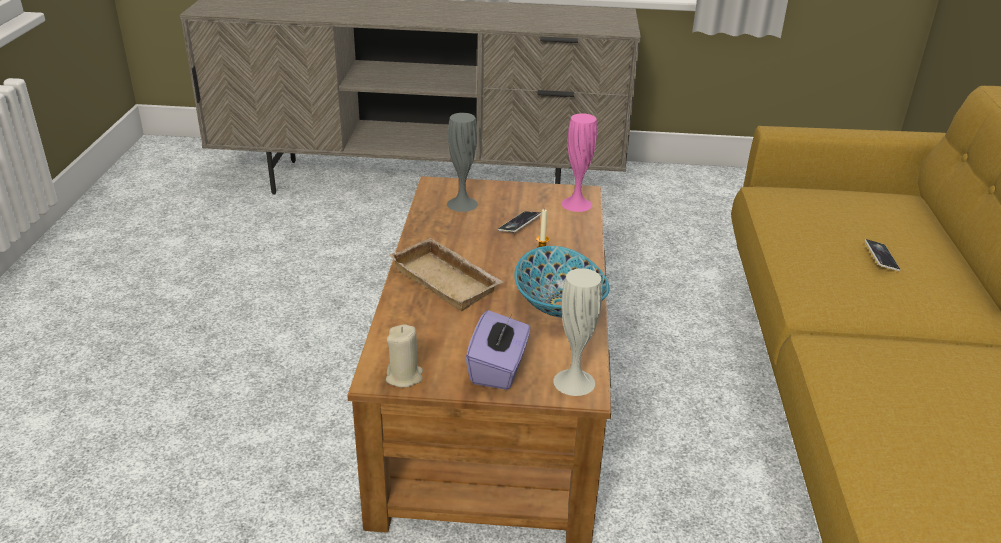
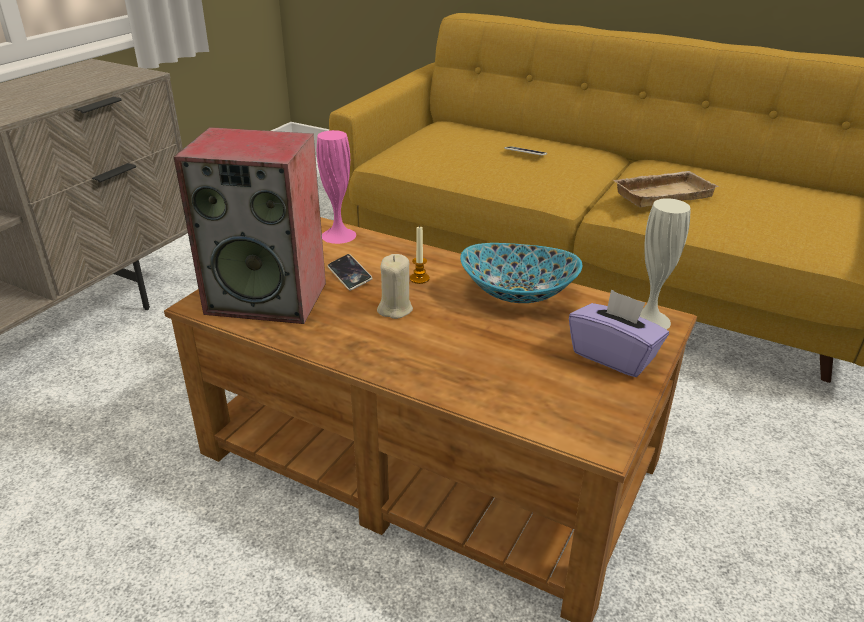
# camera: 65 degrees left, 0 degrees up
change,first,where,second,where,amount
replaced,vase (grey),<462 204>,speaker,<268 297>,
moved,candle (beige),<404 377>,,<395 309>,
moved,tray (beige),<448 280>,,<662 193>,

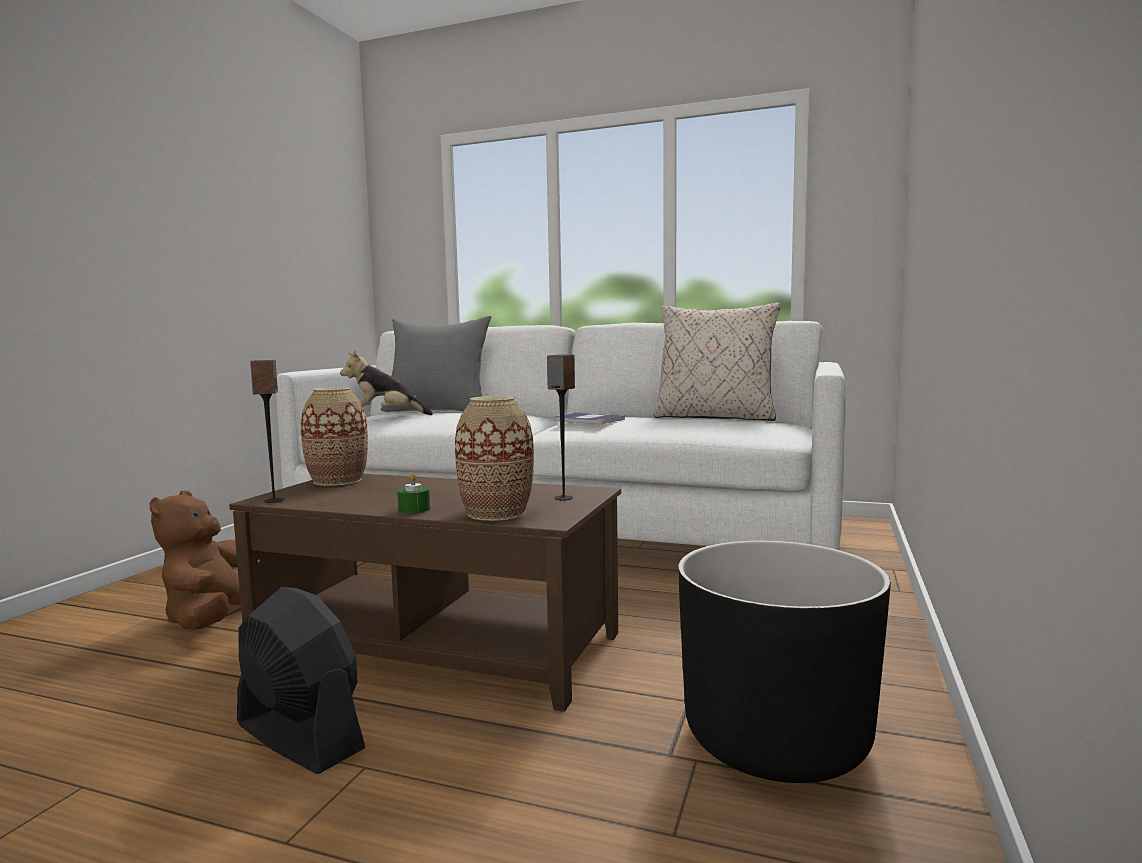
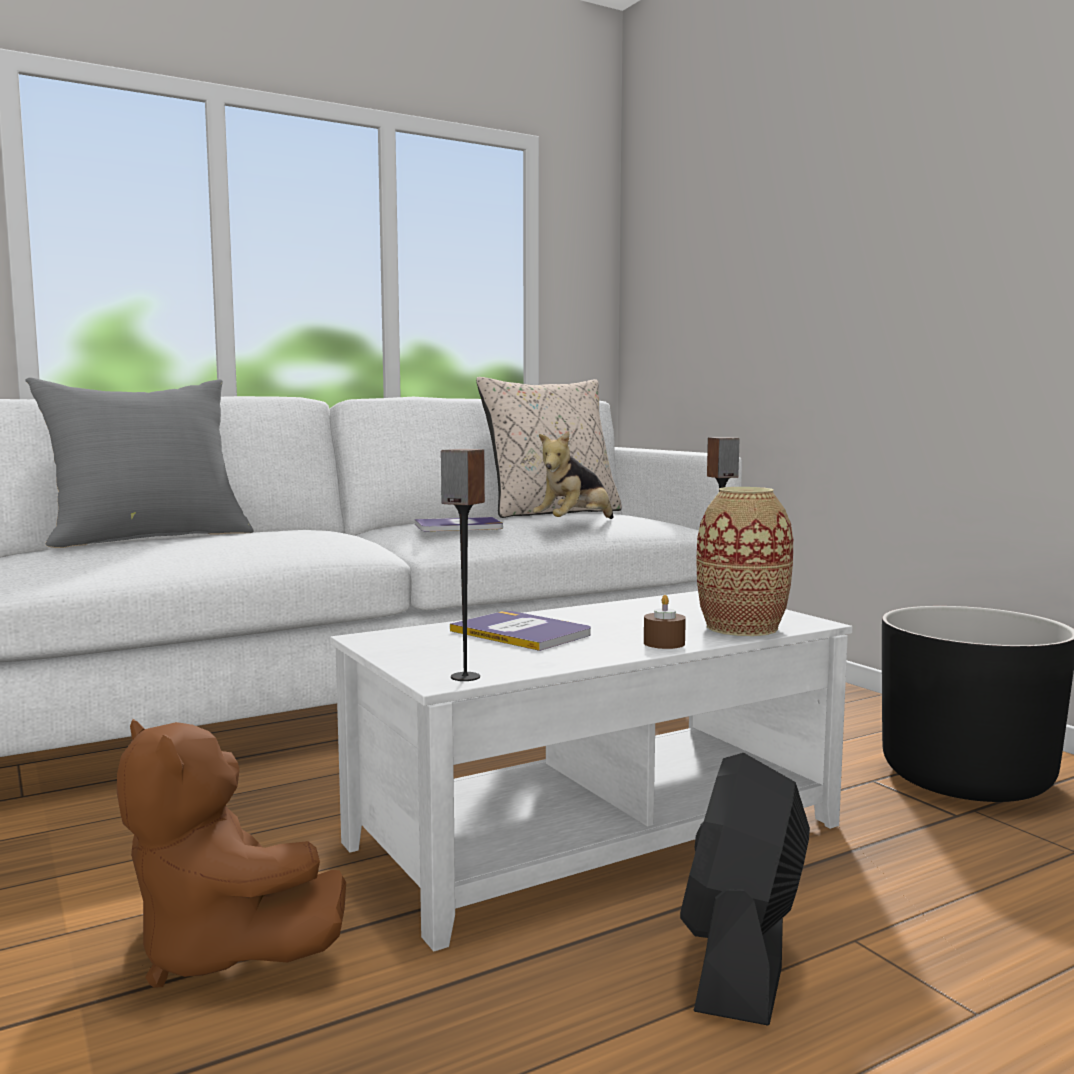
# camera: 50 degrees left, 0 degrees up
change,first,where,second,where,amount
recoloured,coffee table (brown),<439 643>,coffee table (white),<594 832>,
added,,,book,<522 632>,
moved,plush toy,<386 416>,,<575 524>,
recoloured,candle (green),<414 509>,candle (brown),<664 643>,
turned,fan (black),<299 736>,,<741 961>,60 degrees counterclockwise
removed,vase,<337 481>,,,

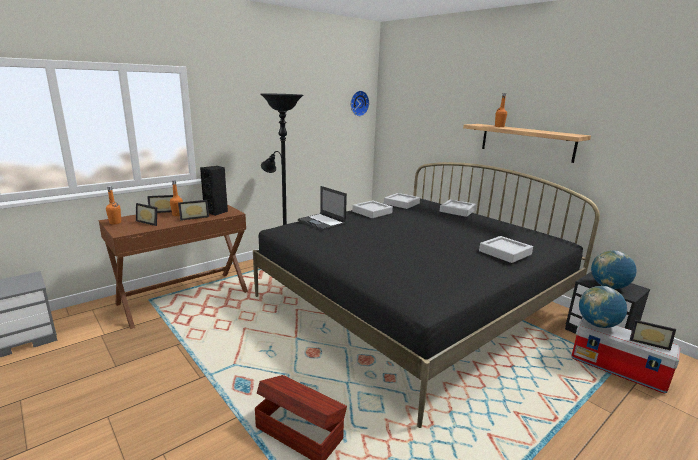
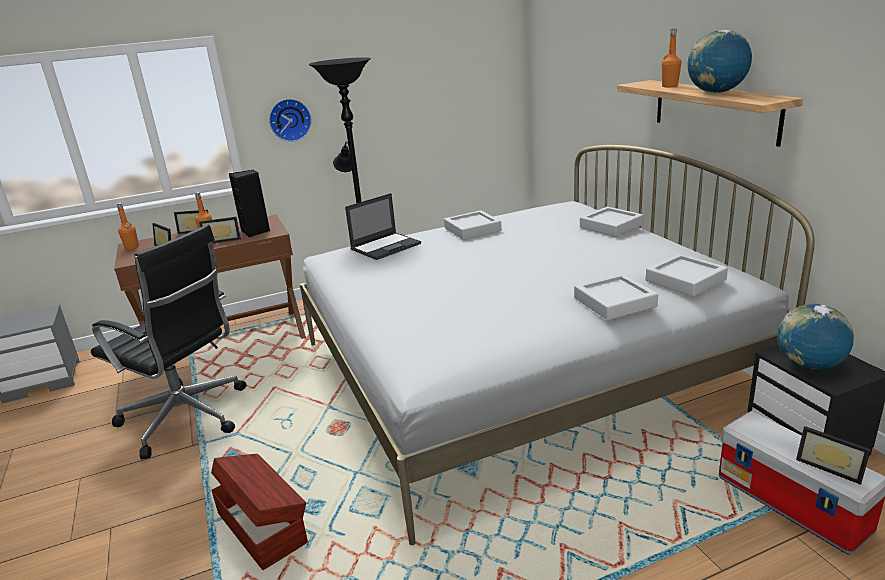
# camera: 20 degrees right, 5 degrees up
change,first,where,second,where,amount
added,,,office chair (black),<187 418>,
moved,wall clock,<358 103>,,<289 119>,
recoloured,bed (black),<413 305>,bed (white),<519 371>,
turned,laptop,<322 222>,,<386 246>,105 degrees counterclockwise
moved,tray (grey),<401 203>,,<685 280>,
moved,globe,<597 324>,,<716 92>,

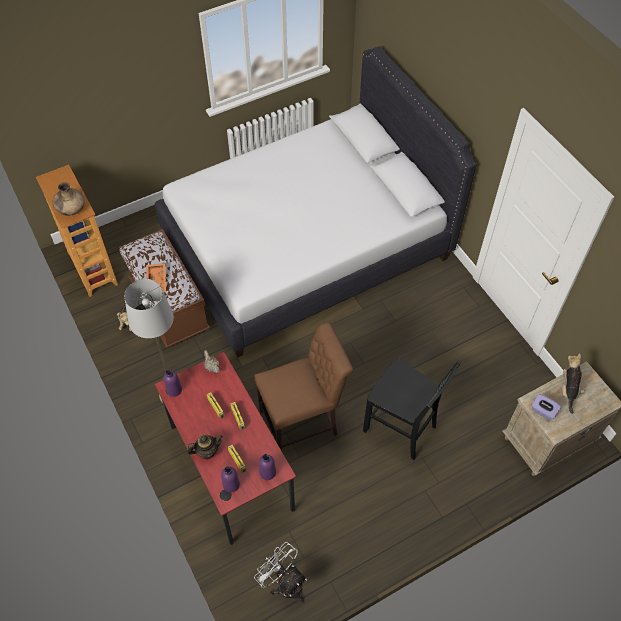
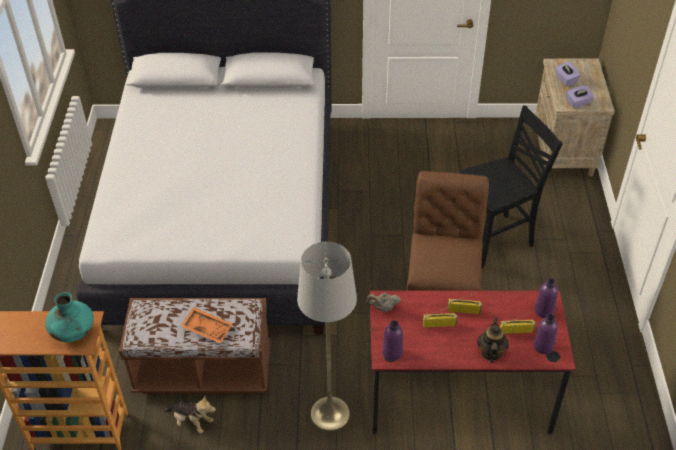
# camera: 60 degrees left, 10 degrees down
change,first,where,second,where,amount
recoloured,vase (brown),<71 210>,vase (turquoise),<73 333>,
replaced,plush toy,<568 389>,tissue box (purple),<565 80>,
removed,fan (white),<284 583>,,,

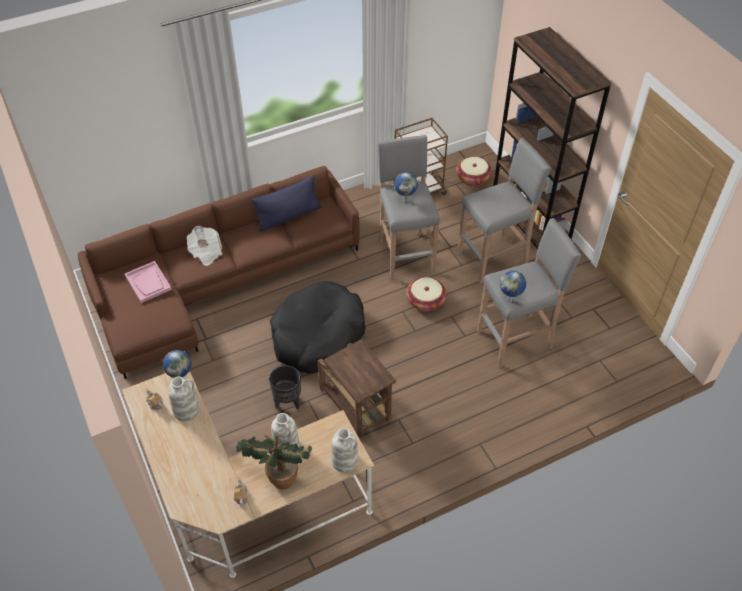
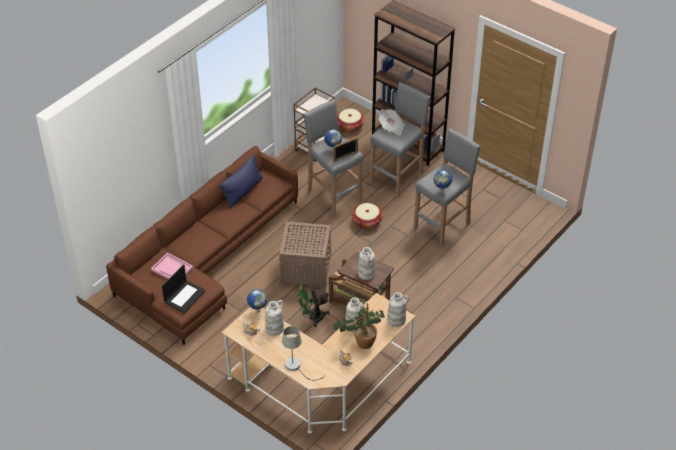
# camera: 25 degrees left, 5 degrees down
change,first,where,second,where,amount
added,,,laptop,<184 296>,
replaced,dog bed (black),<318 335>,side table (brown),<305 269>,
added,,,table lamp (grey),<296 367>,
replaced,planter (black),<288 402>,fan (green),<312 318>,
added,,,picture frame,<345 157>,
added,,,vase (white),<366 274>,
moved,newspaper,<206 252>,,<391 128>,

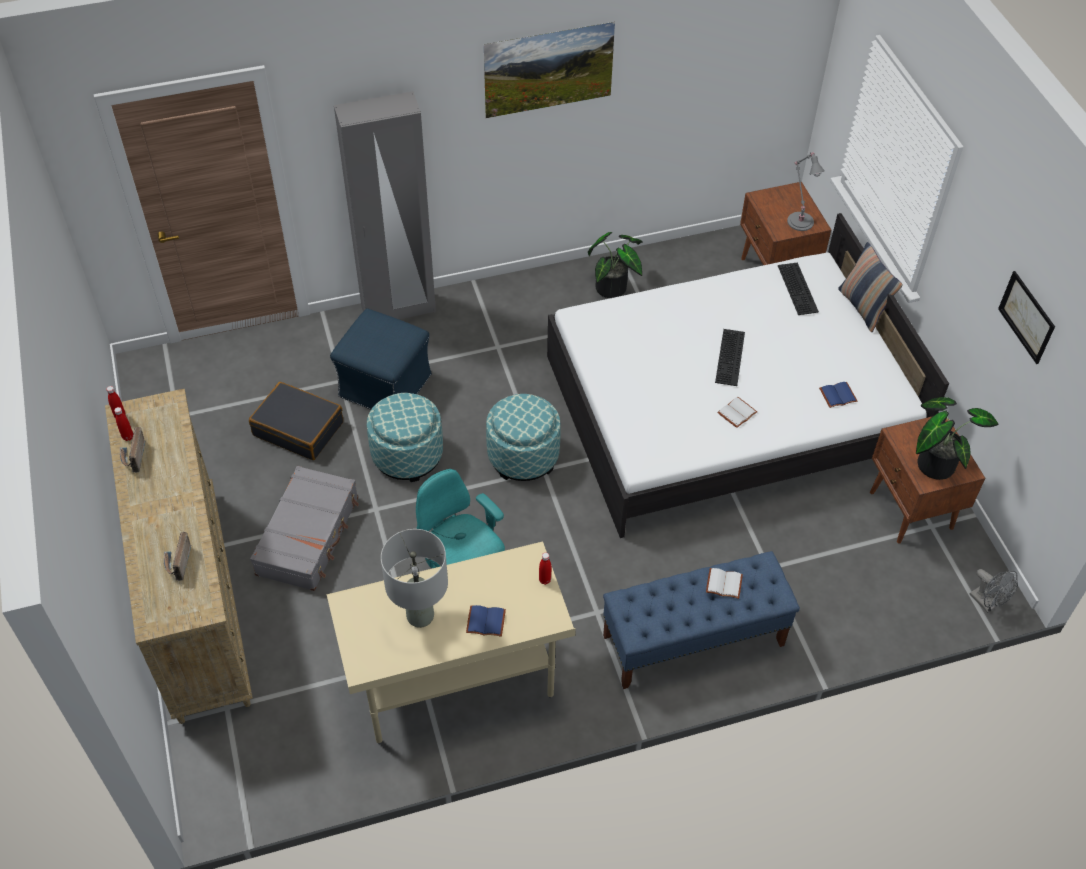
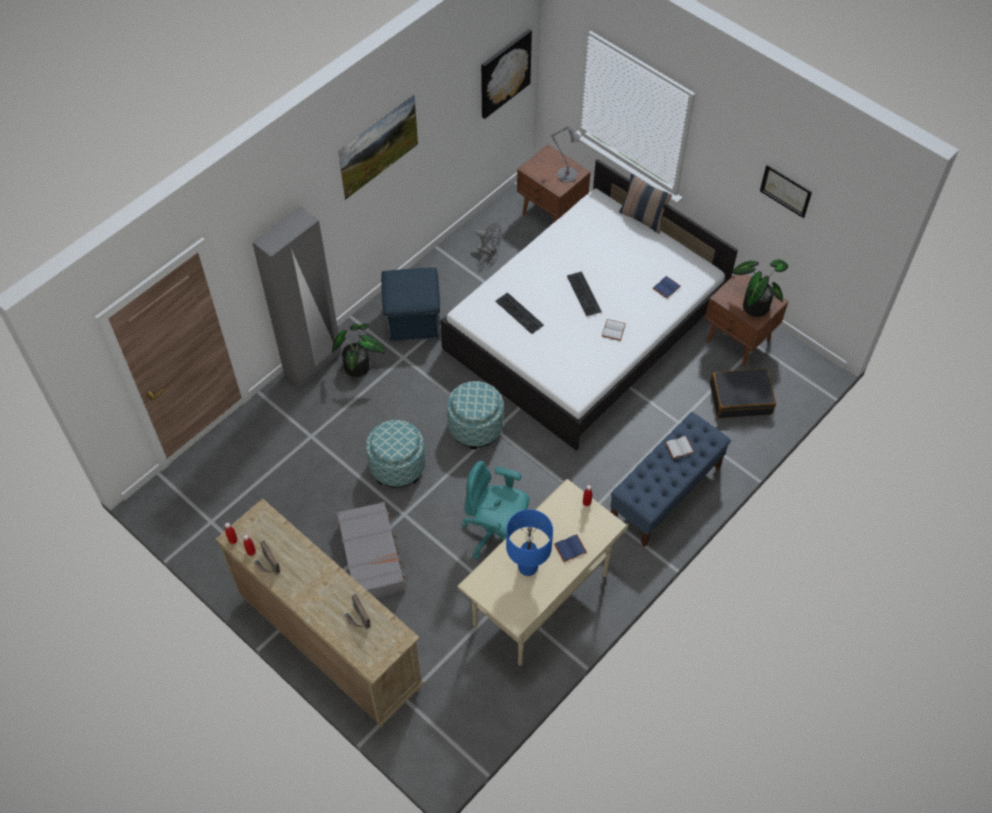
# camera: 30 degrees left, 5 degrees up
change,first,where,second,where,amount
moved,potted plant,<614 287>,,<359 365>,
moved,ottoman (blue),<384 385>,,<412 320>,
moved,fan (grey),<987 603>,,<489 249>,
added,,,picture,<504 73>,
moved,keyboard,<799 289>,,<520 313>,
recoloured,table lamp (grey),<419 616>,table lamp (blue),<527 567>,
moved,suitcase (black),<298 428>,,<740 398>,

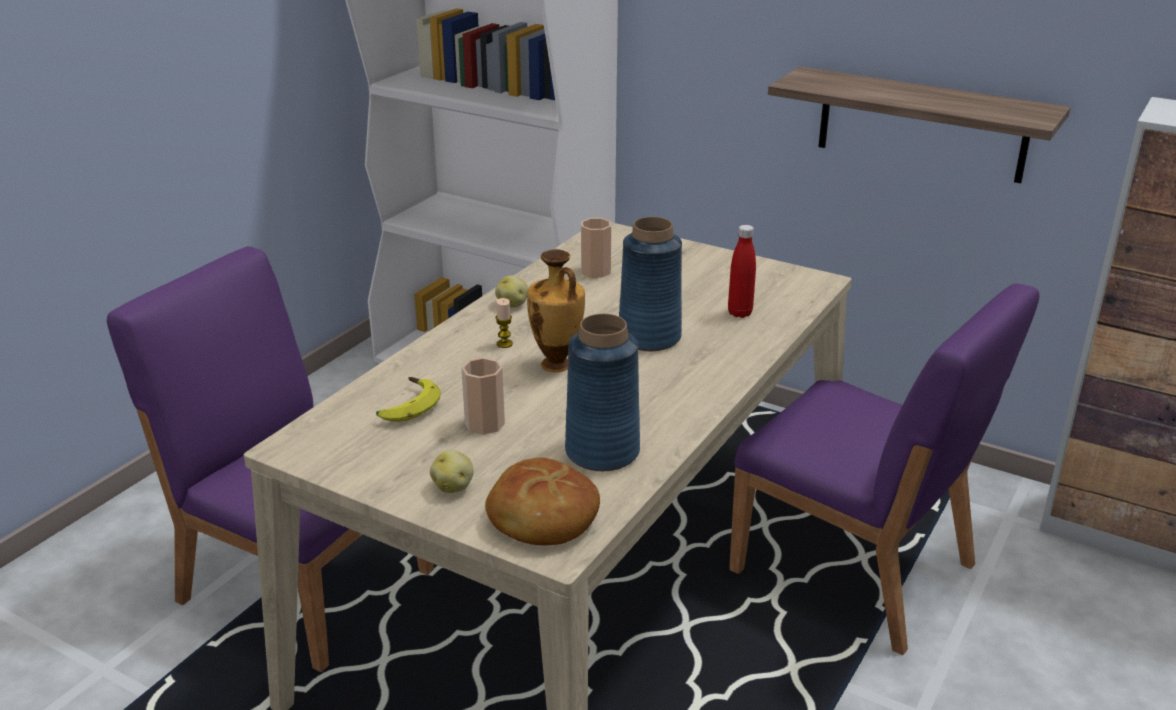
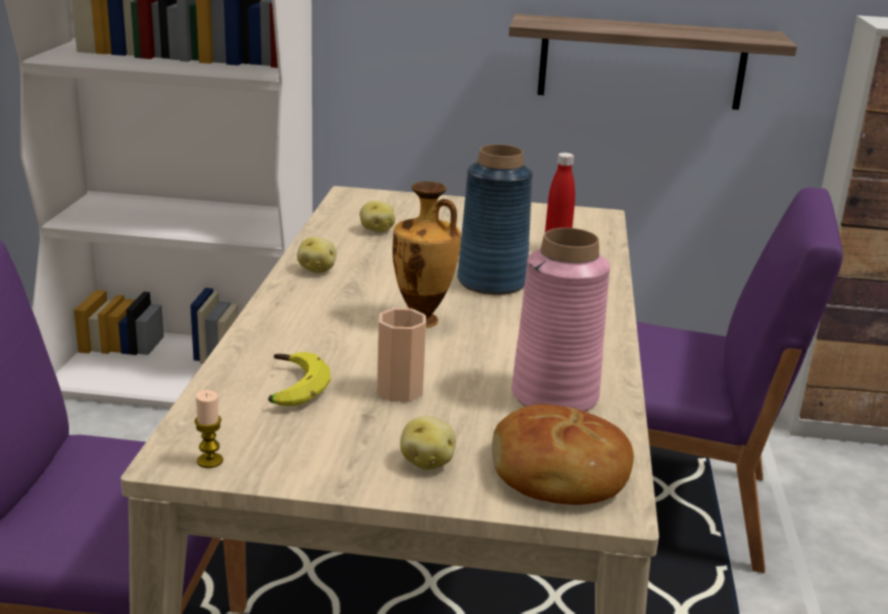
# camera: 25 degrees left, 5 degrees down
change,first,where,second,where,amount
moved,candle,<504 344>,,<210 461>,
replaced,cup,<595 271>,potato,<377 230>,
recoloured,vase (blue),<603 452>,vase (pink),<555 396>,

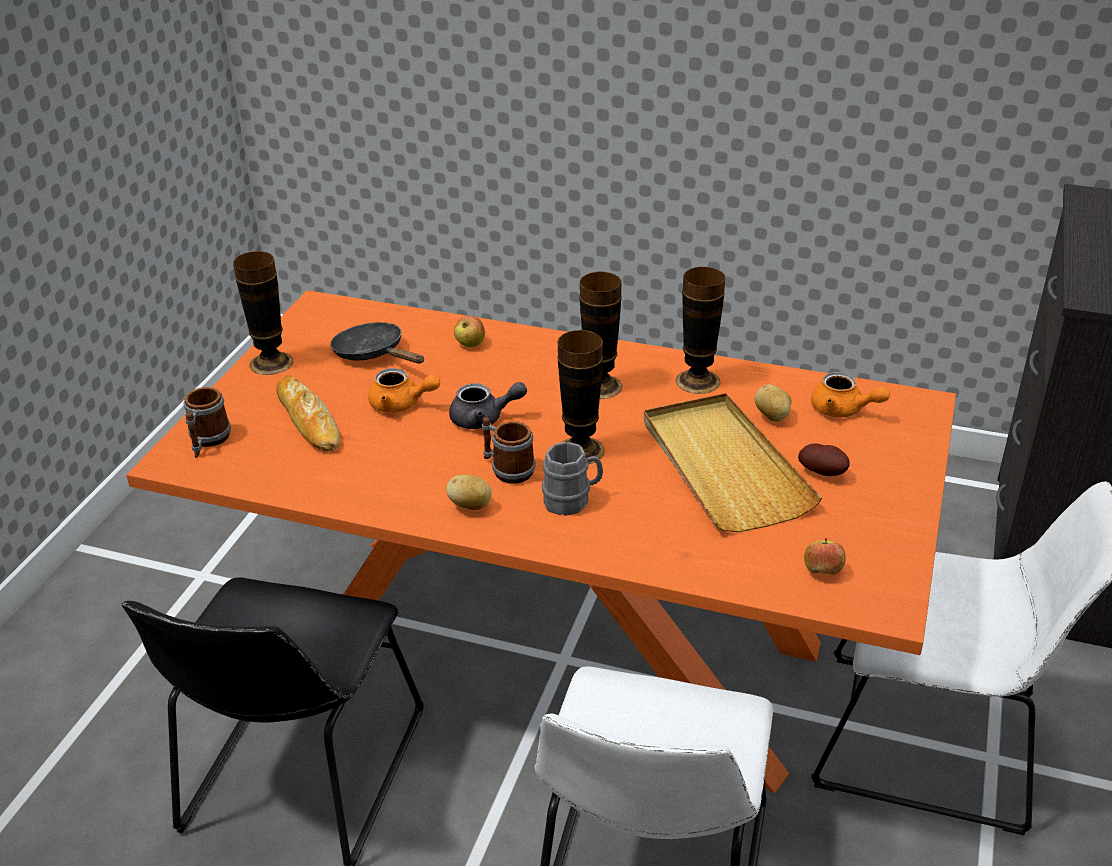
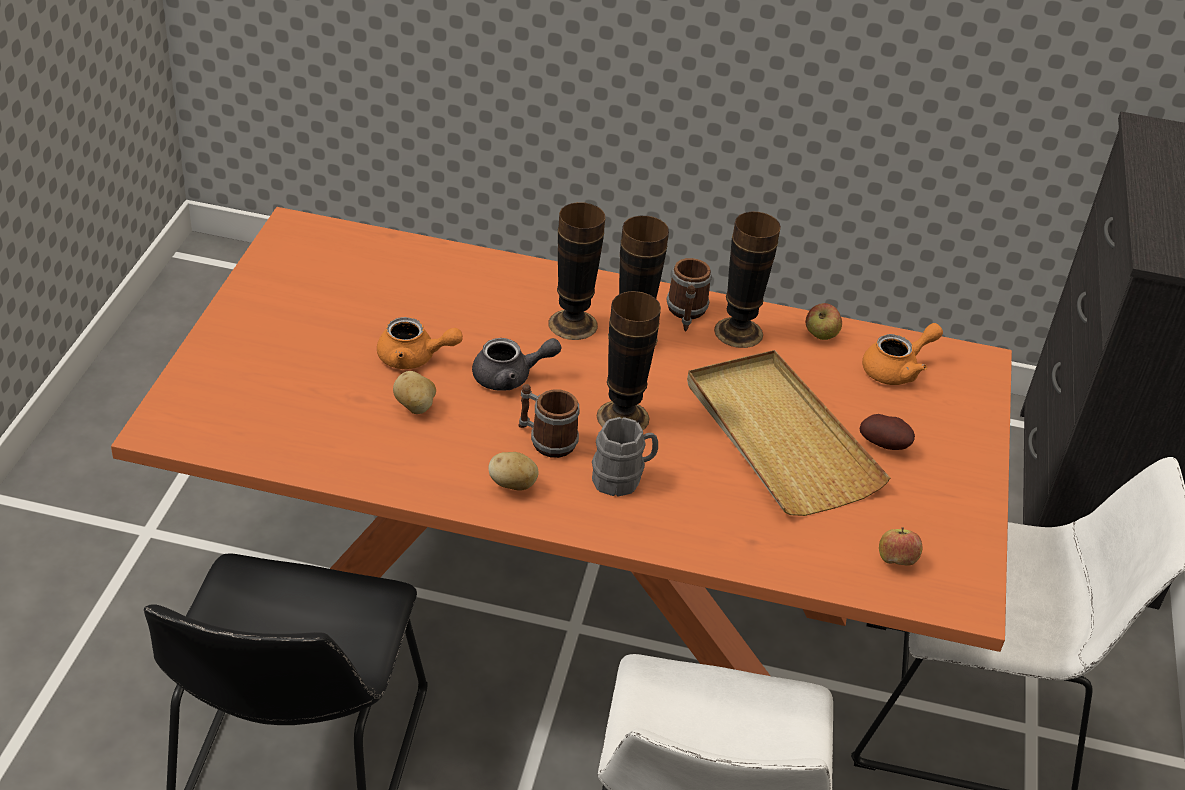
# camera: 10 degrees left, 5 degrees up
change,first,where,second,where,amount
moved,potato,<772 417>,,<415 407>,
moved,vase,<271 363>,,<573 324>,
moved,mug,<207 441>,,<686 313>,
moved,apple,<470 344>,,<820 335>,
turned,teapot (orange),<843 410>,,<897 369>,60 degrees counterclockwise
removed,bread,<308 420>,,,
removed,frying pan (black),<373 354>,,,

